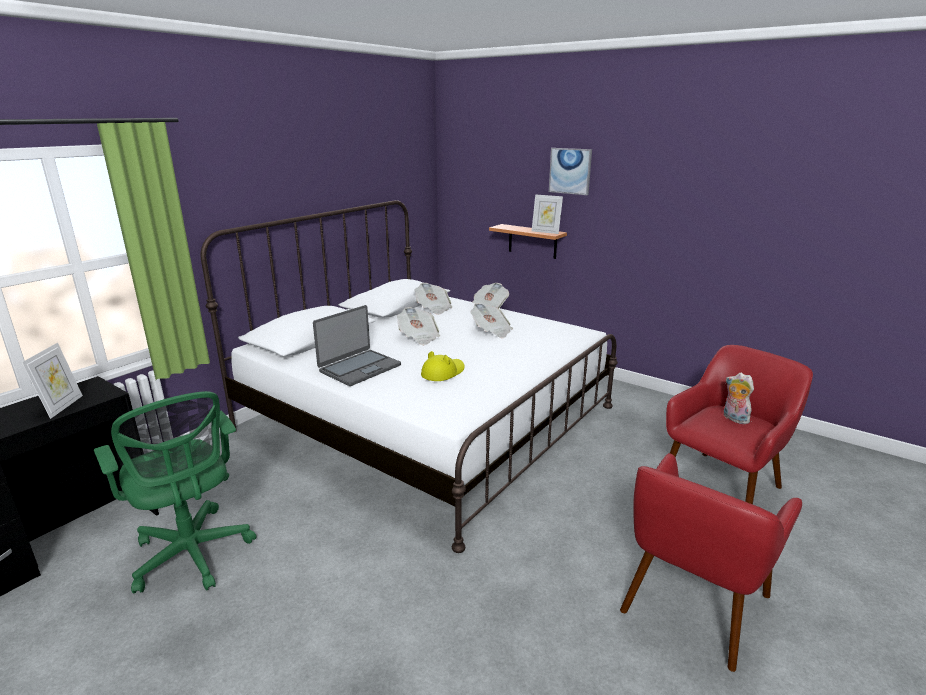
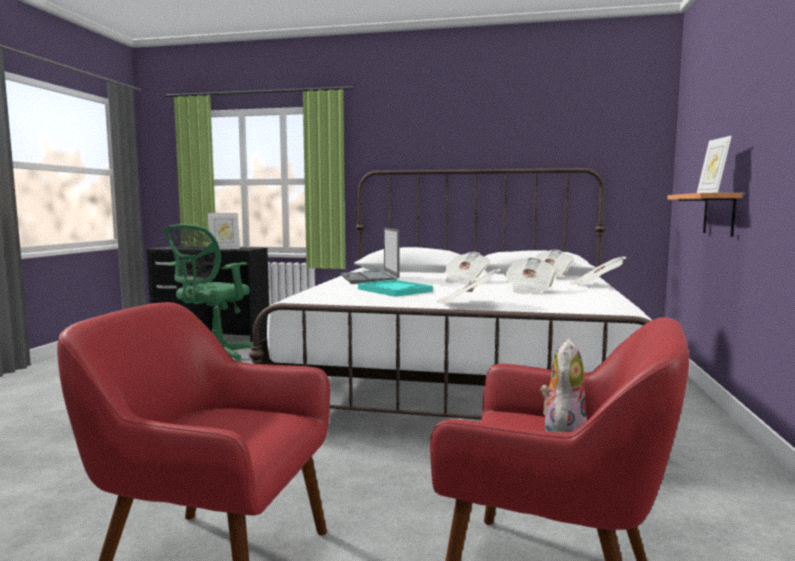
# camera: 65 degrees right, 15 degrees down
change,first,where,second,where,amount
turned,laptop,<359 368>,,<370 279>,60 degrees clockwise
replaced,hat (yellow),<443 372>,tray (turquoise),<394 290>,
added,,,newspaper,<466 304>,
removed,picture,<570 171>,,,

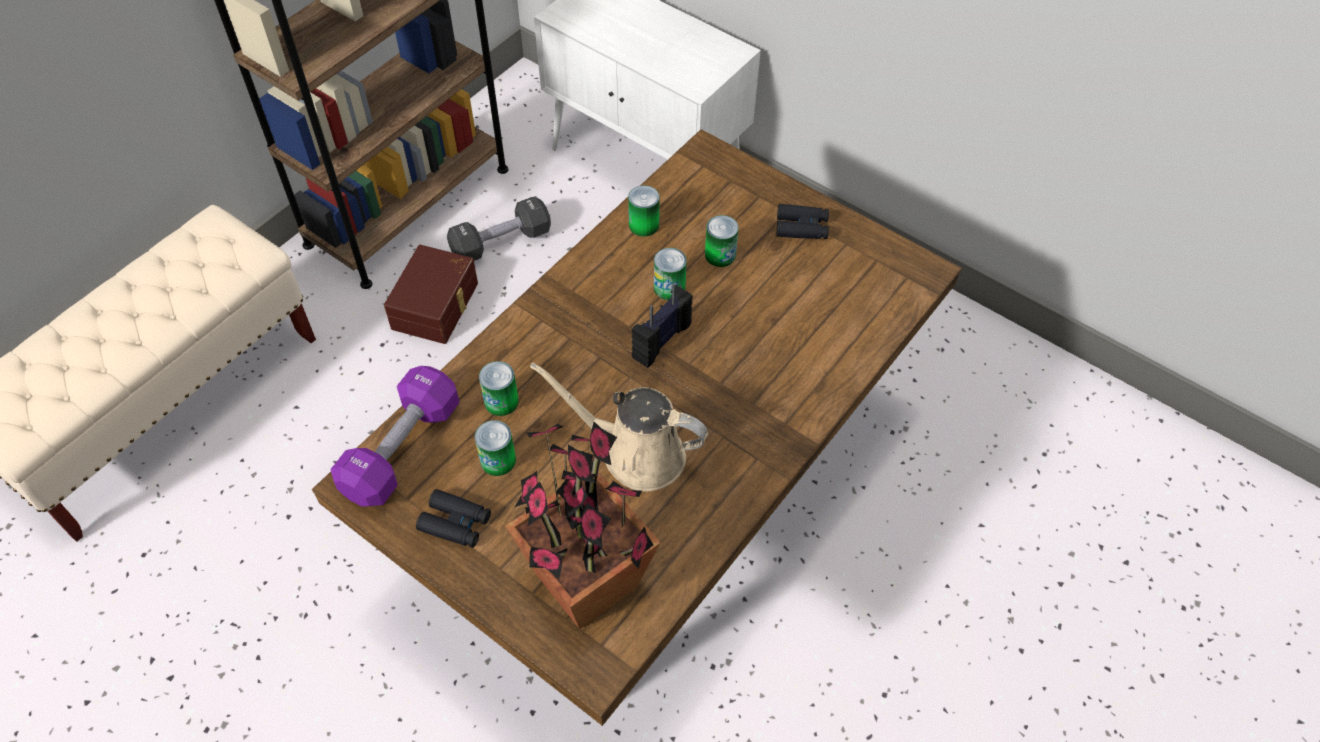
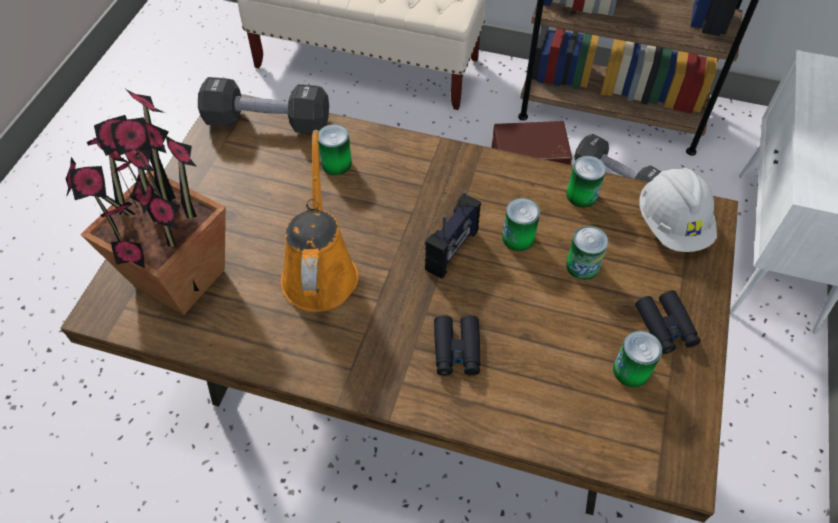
# camera: 70 degrees right, 0 degrees up
change,first,where,second,where,amount
recoloured,dumbbell (purple),<402 449>,dumbbell (black),<268 122>,
recoloured,watering can (beige),<635 453>,watering can (orange),<320 271>,
turned,radio,<661 340>,,<452 251>,105 degrees clockwise
moved,binoculars (black),<455 523>,,<457 350>,
moved,can,<498 460>,,<631 370>,
added,,,hard hat (white),<672 225>,

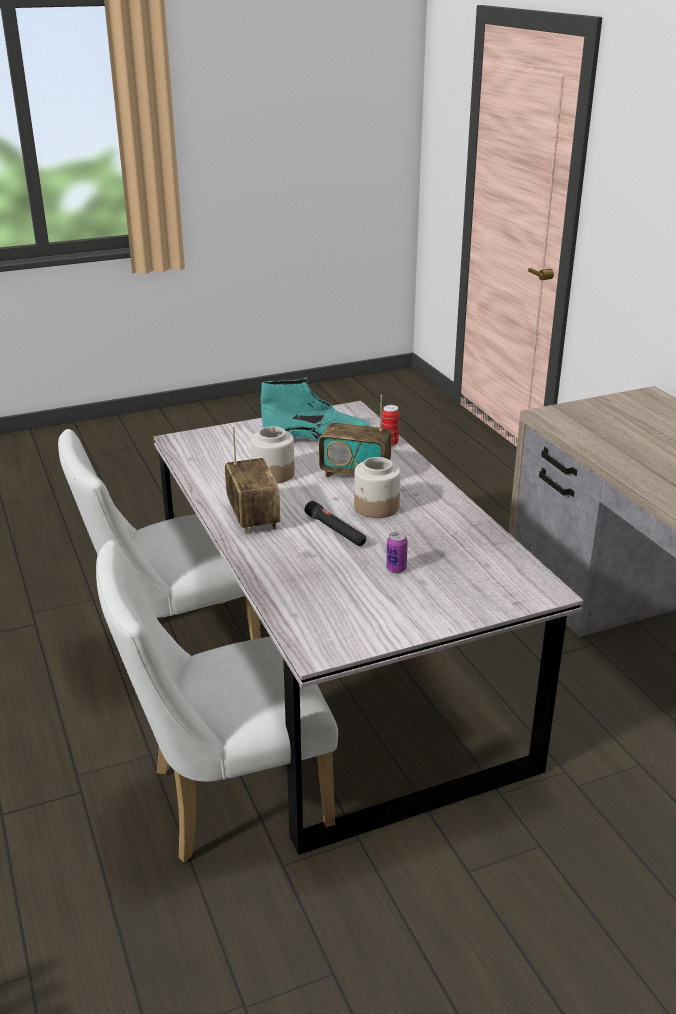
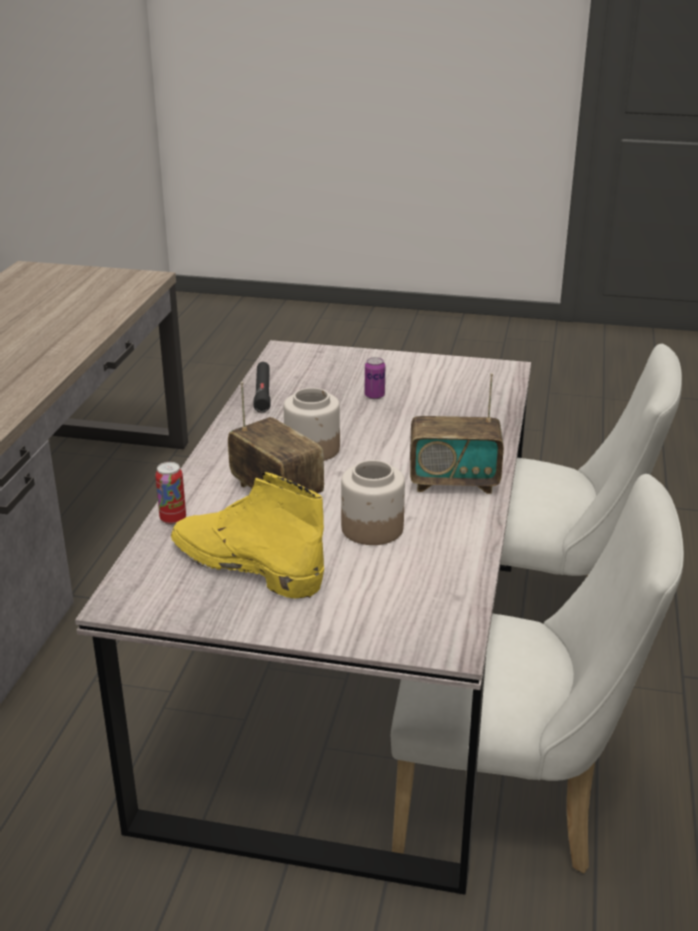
# camera: 145 degrees left, 0 degrees up
change,first,where,second,where,amount
recoloured,boot (turquoise),<318 438>,boot (yellow),<244 565>,
moved,flashlight (black),<335 530>,,<262 392>,
turned,radio,<253 517>,,<453 482>,105 degrees counterclockwise

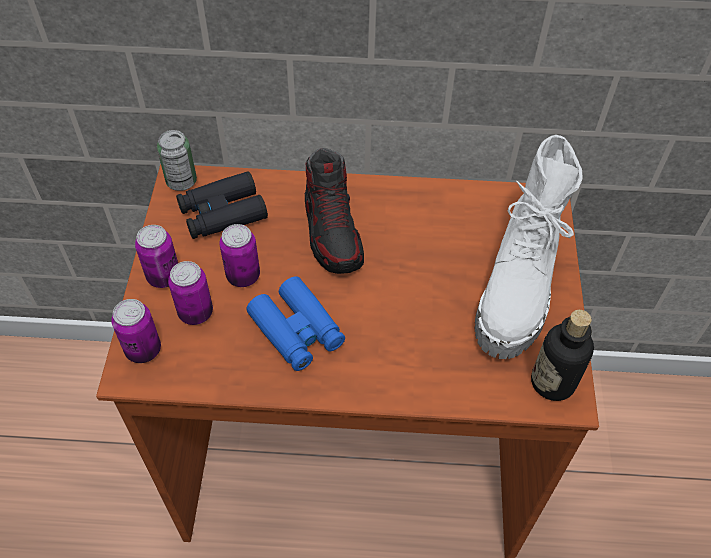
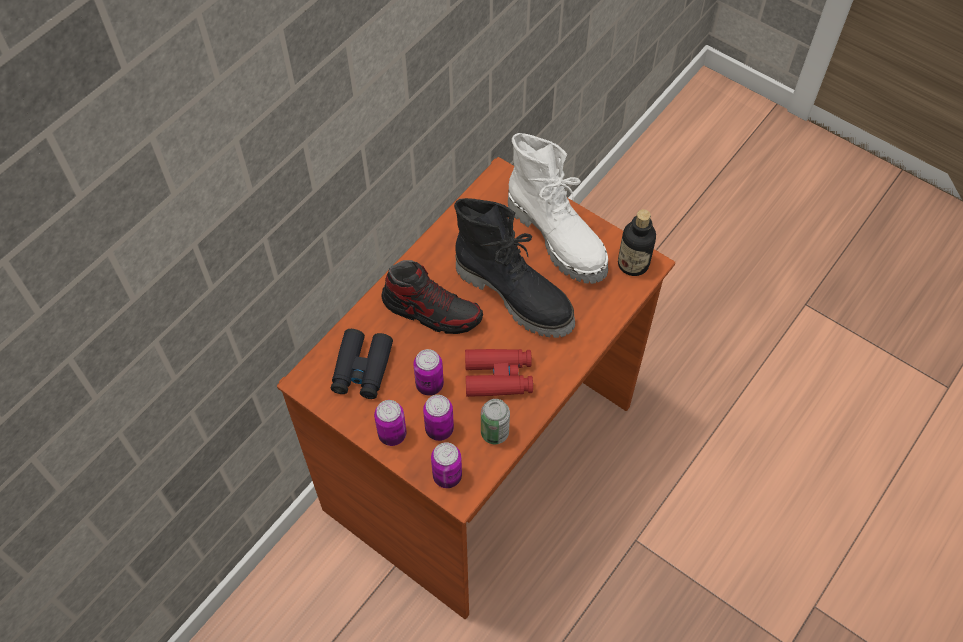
# camera: 55 degrees left, 5 degrees up
change,first,where,second,where,amount
added,,,boot (black),<516 294>,
recoloured,binoculars (blue),<297 330>,binoculars (red),<498 377>,
moved,can,<181 181>,,<494 433>,

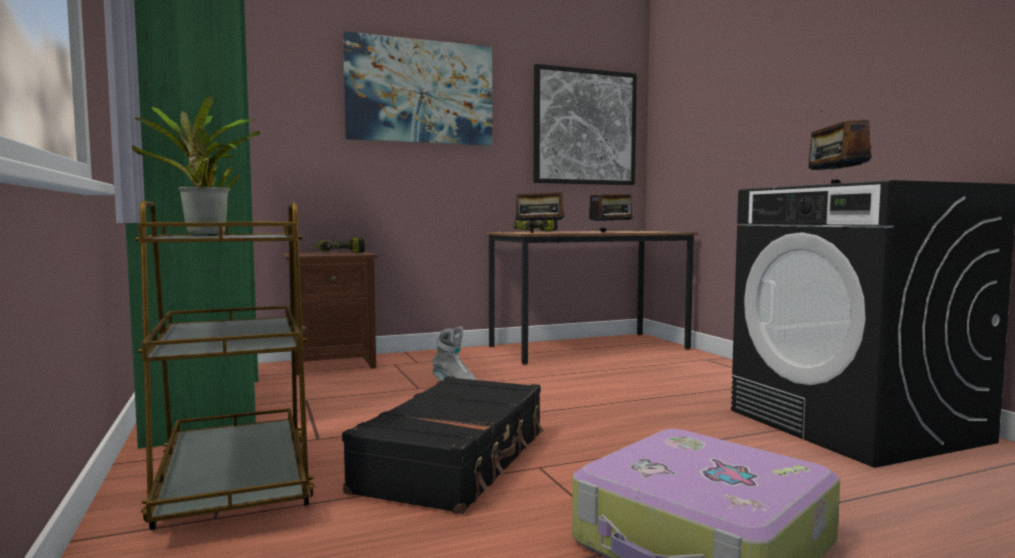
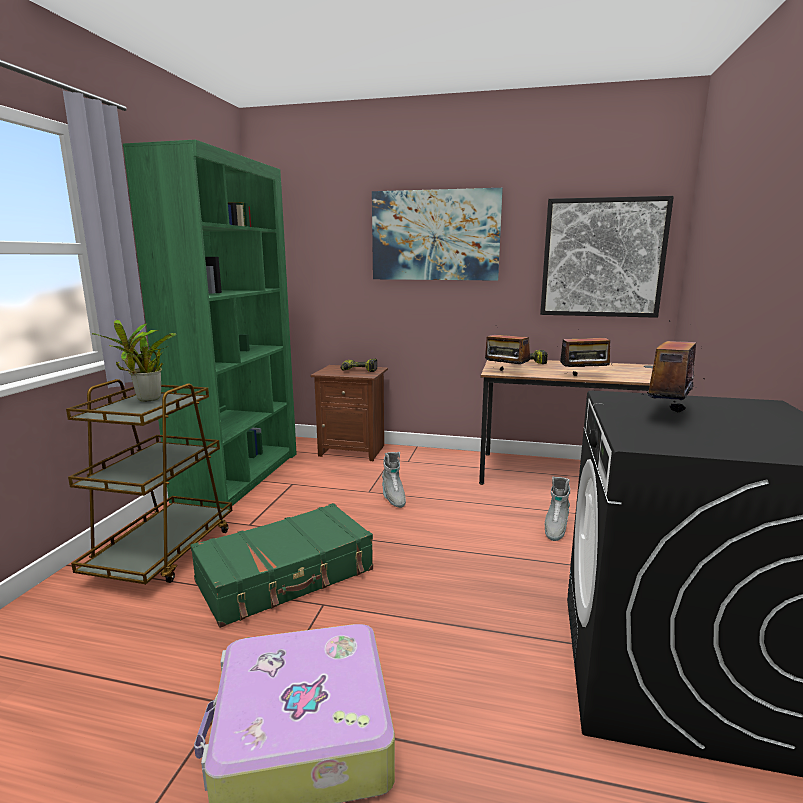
# camera: 35 degrees right, 10 degrees up
change,first,where,second,where,amount
recoloured,suitcase (black),<456 461>,suitcase (green),<286 576>,
added,,,boot (grey),<555 528>,

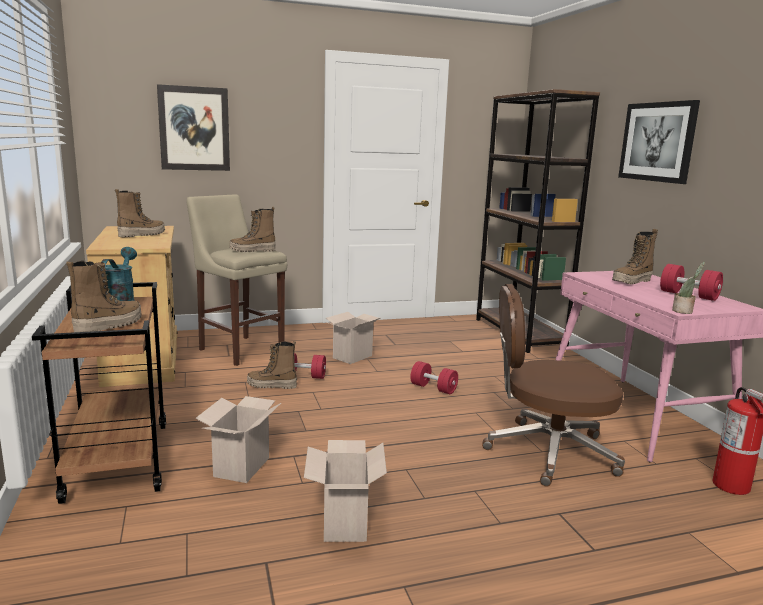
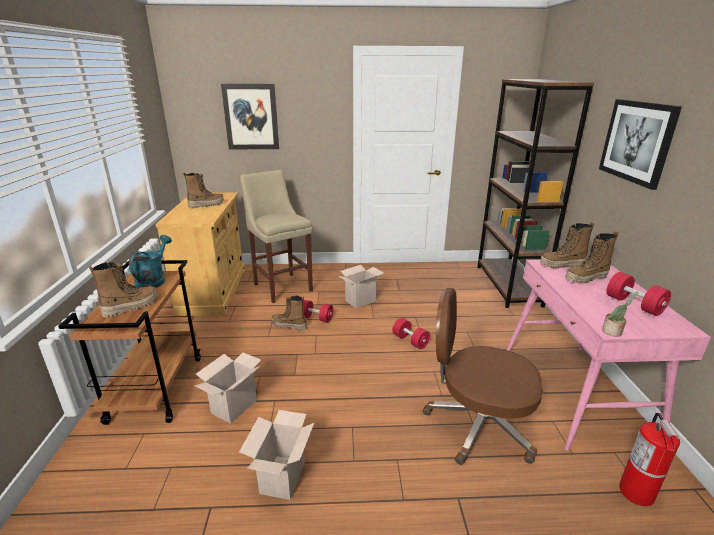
# camera: 15 degrees right, 10 degrees up
change,first,where,second,where,amount
moved,boot,<252 251>,,<561 265>,

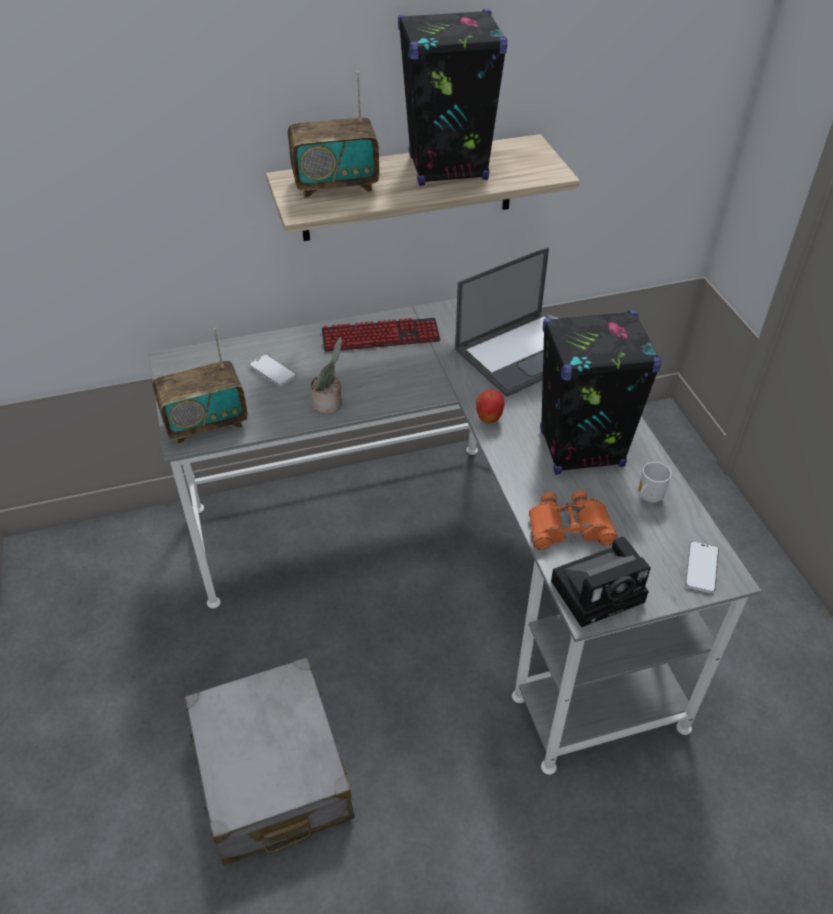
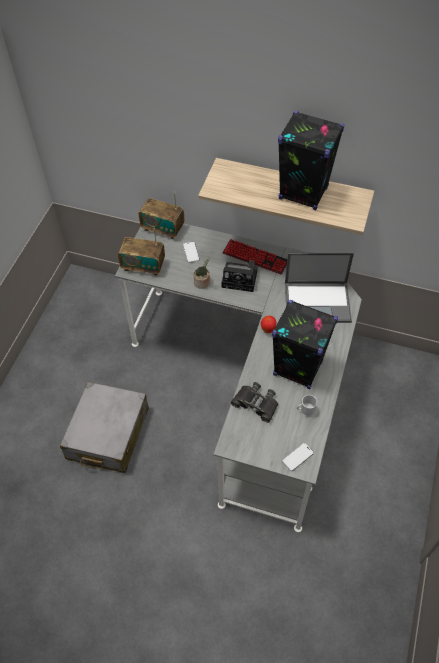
# camera: 35 degrees right, 10 degrees up
change,first,where,second,where,amount
moved,radio,<335 185>,,<163 228>,
moved,photo camera,<600 589>,,<241 279>,
recoloured,binoculars (orange),<569 527>,binoculars (black),<256 404>,

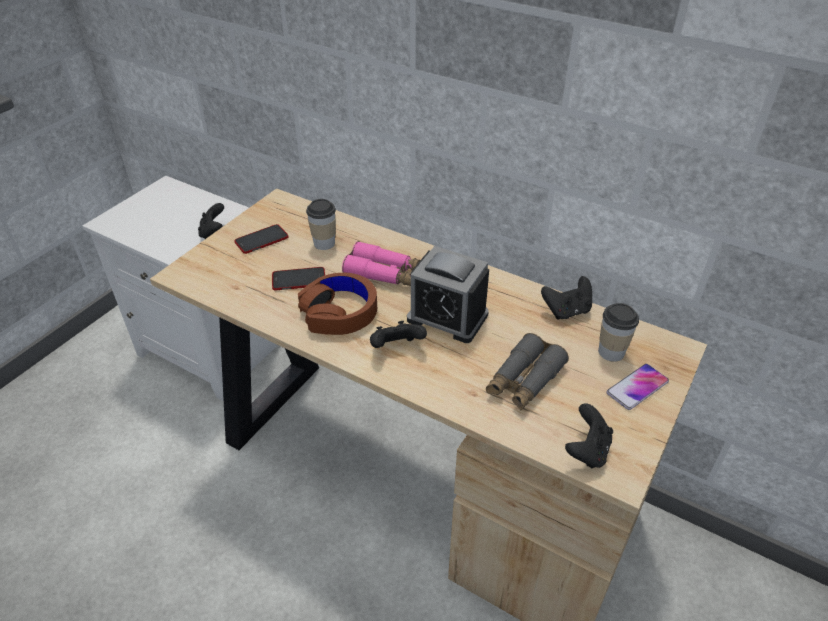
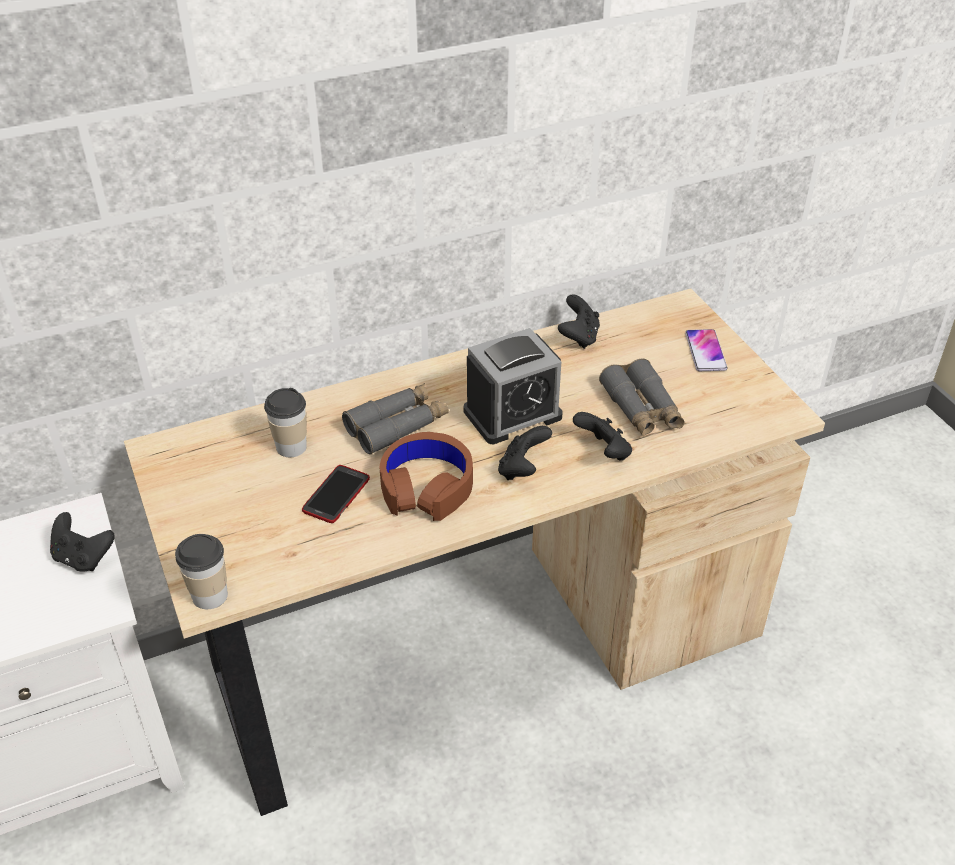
# camera: 55 degrees left, 0 degrees up
change,first,where,second,where,amount
moved,cup,<611 352>,,<210 596>,
recoloured,binoculars (pink),<383 273>,binoculars (grey),<397 425>,
moved,game controller (black),<587 450>,,<603 452>,
removed,phone,<261 240>,,,

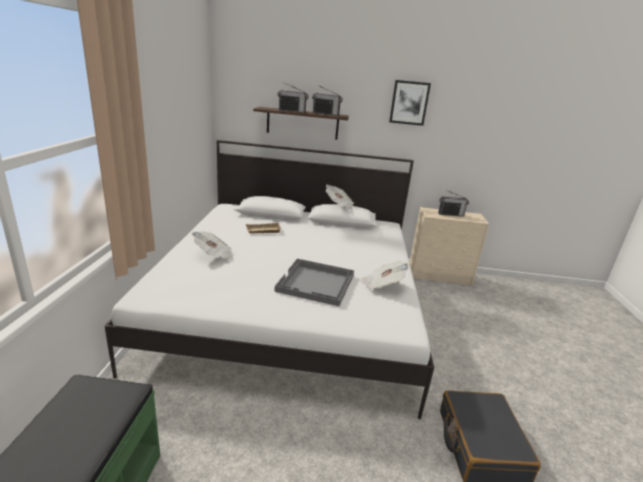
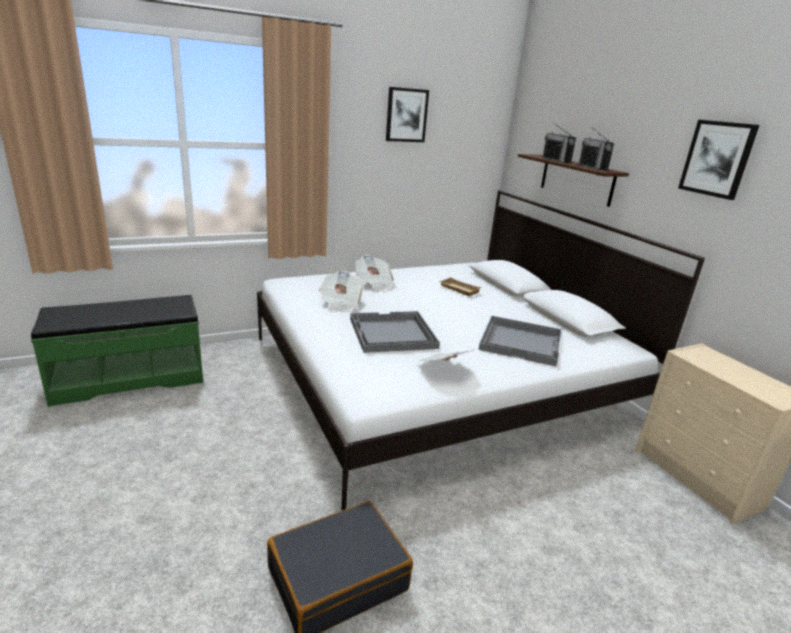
# camera: 60 degrees right, 0 degrees up
change,first,where,second,where,amount
moved,newspaper,<339 205>,,<340 303>,
added,,,picture,<406 115>,
added,,,tray (grey),<521 342>,
removed,radio,<450 214>,,,

